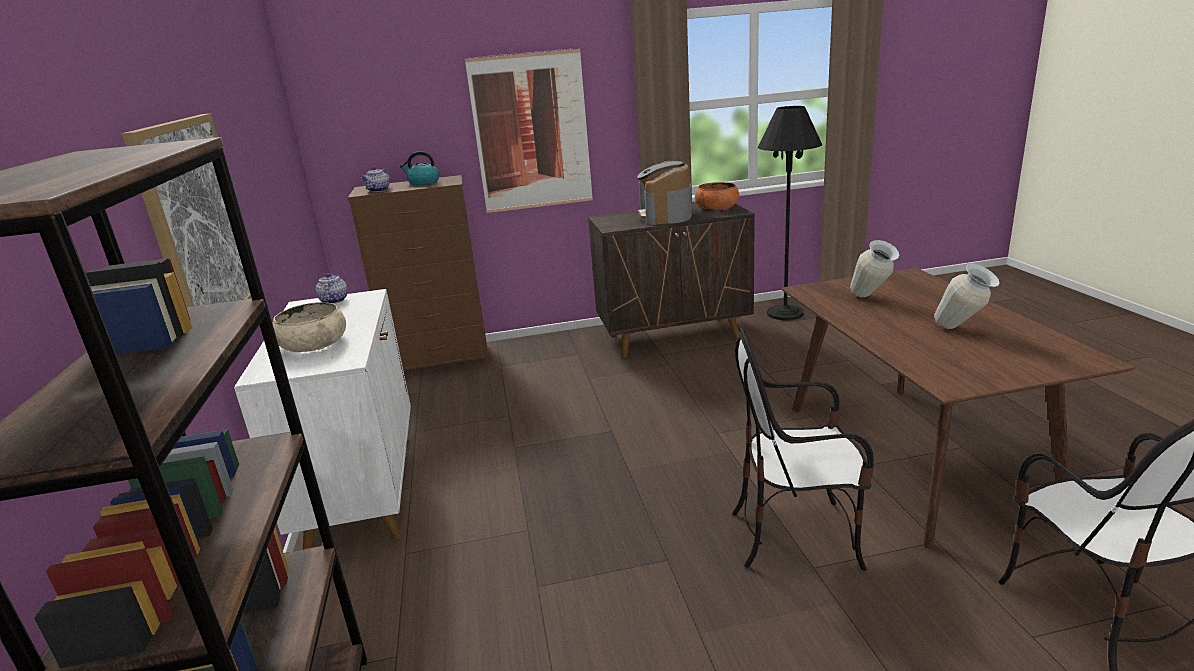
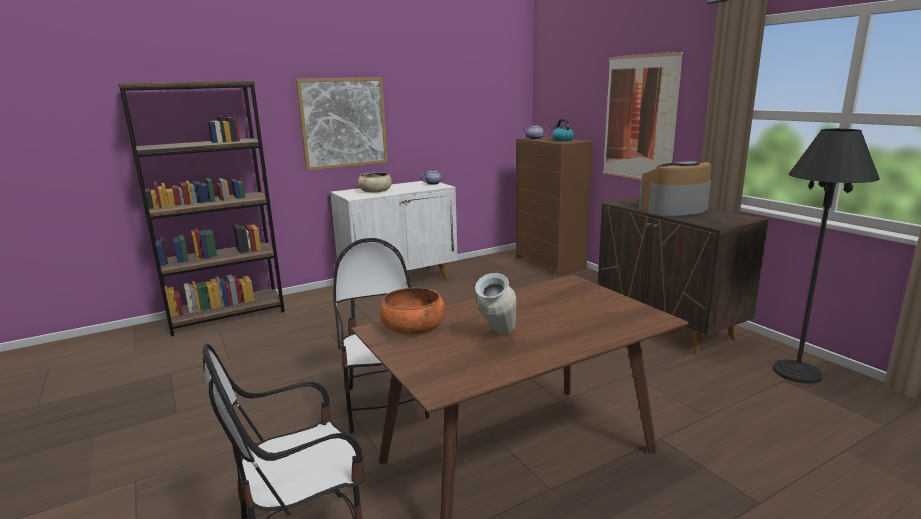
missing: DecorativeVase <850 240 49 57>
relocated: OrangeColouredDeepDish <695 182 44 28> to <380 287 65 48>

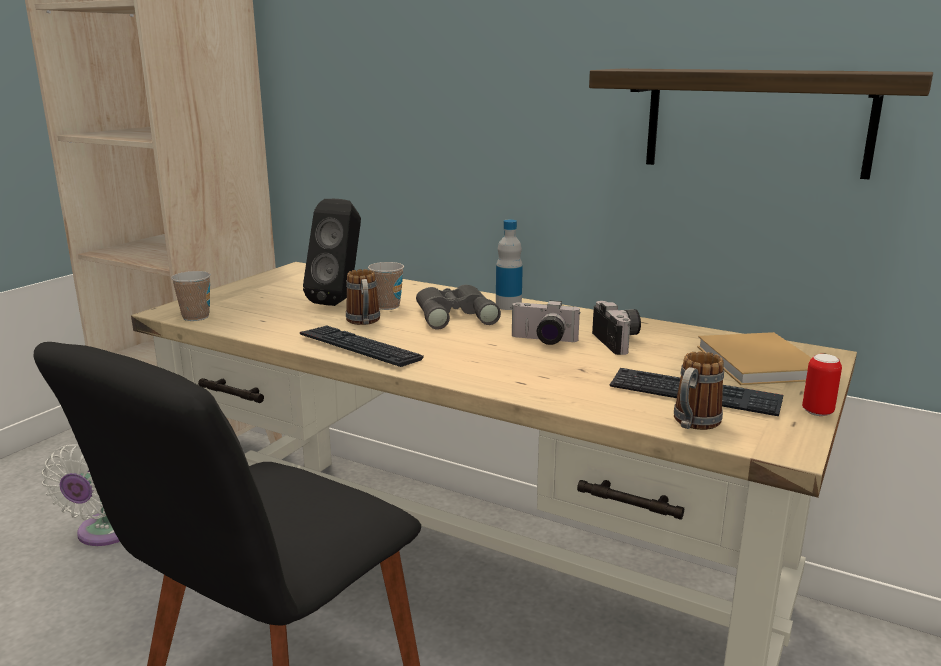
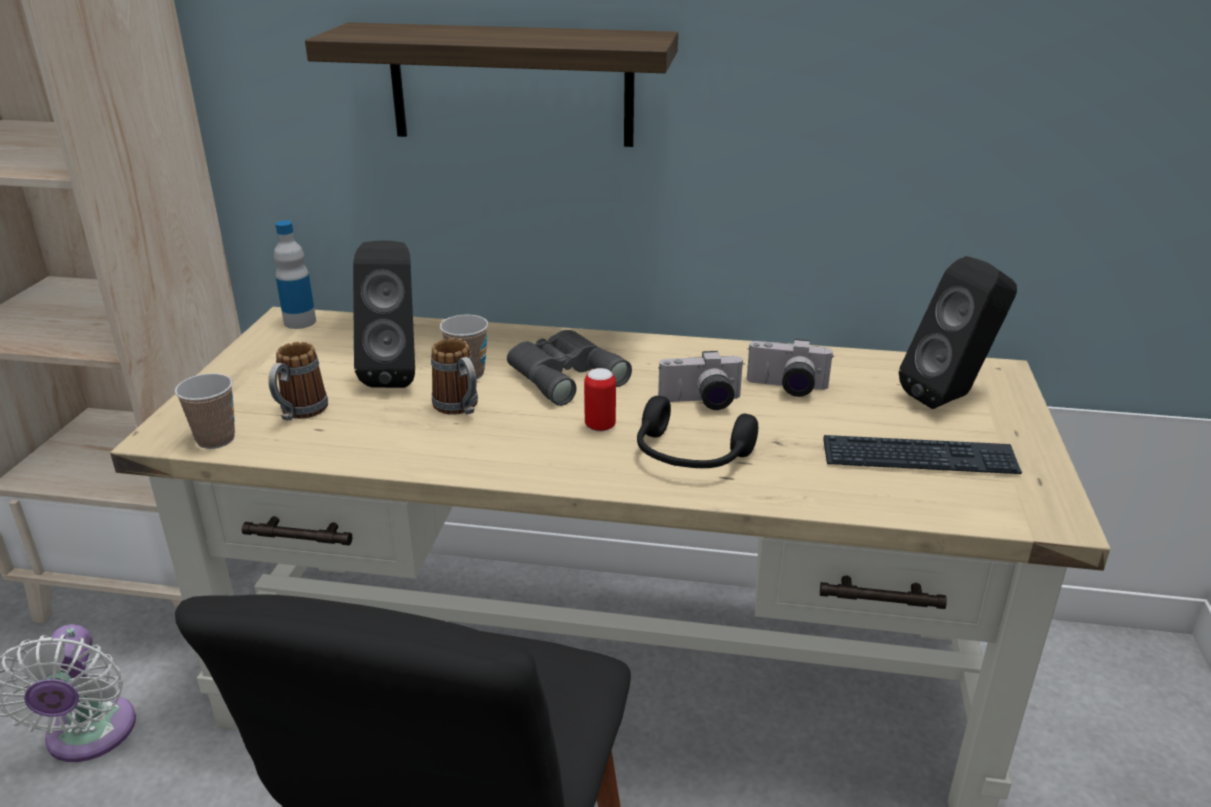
missing: Keyboard <300 326 124 41>
appeared: BlackishPairOfHeadphones <637 396 121 72>
relocated: Bottle <496 220 27 90> to <274 220 42 109>; WallShelf <589 69 344 110> to <305 22 373 125>; TeaMug <674 351 50 79> to <268 342 60 79>; Can <802 354 40 62> to <584 368 32 64>
exchanged: BeigeColouredBook <697 332 115 53> to BlackishSpeaker <899 256 118 153>
spun: PhotoCamera <592 301 49 54> = <747 339 87 58> 135 degrees clockwise

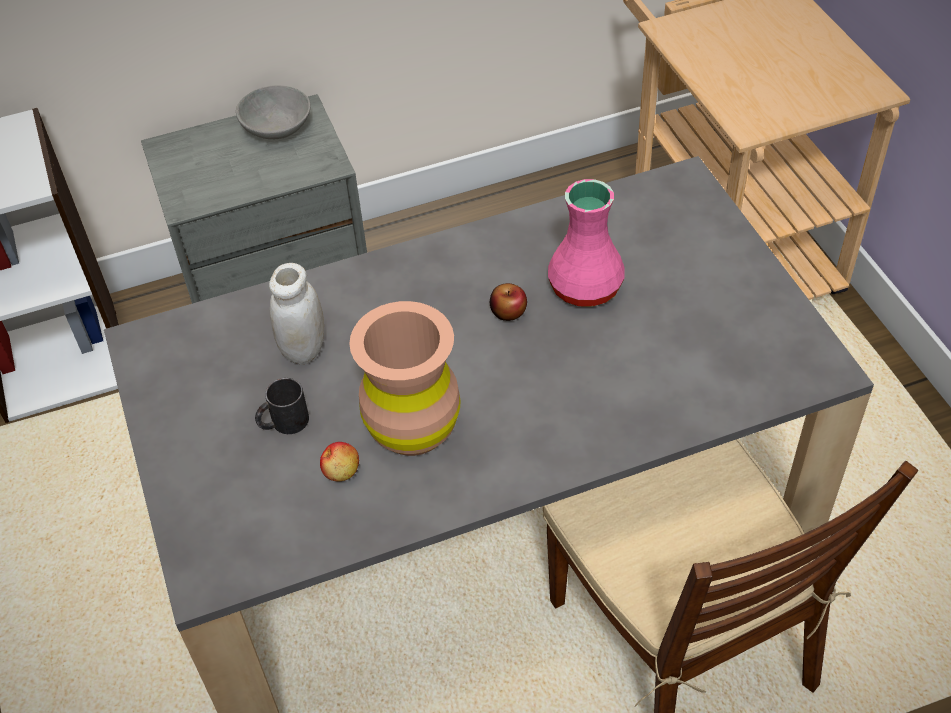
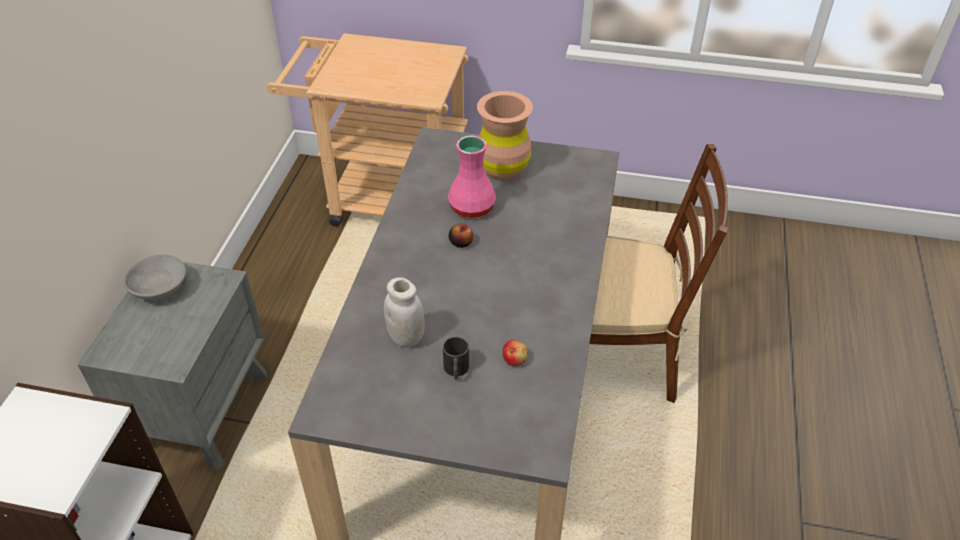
relocated: BrownColouredDecorativeVase <349 301 112 155> to <477 91 56 90>

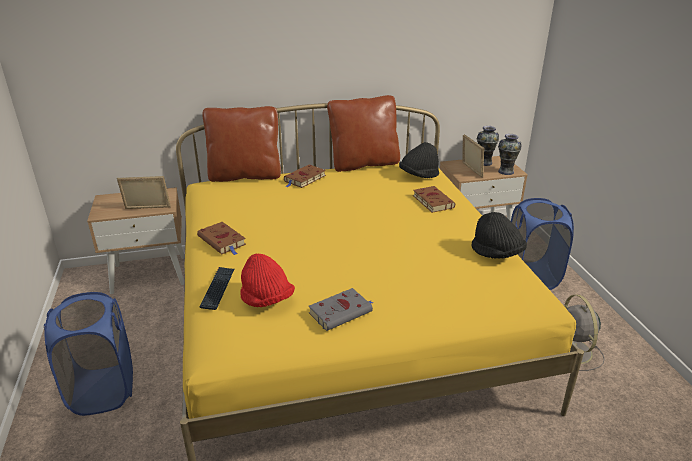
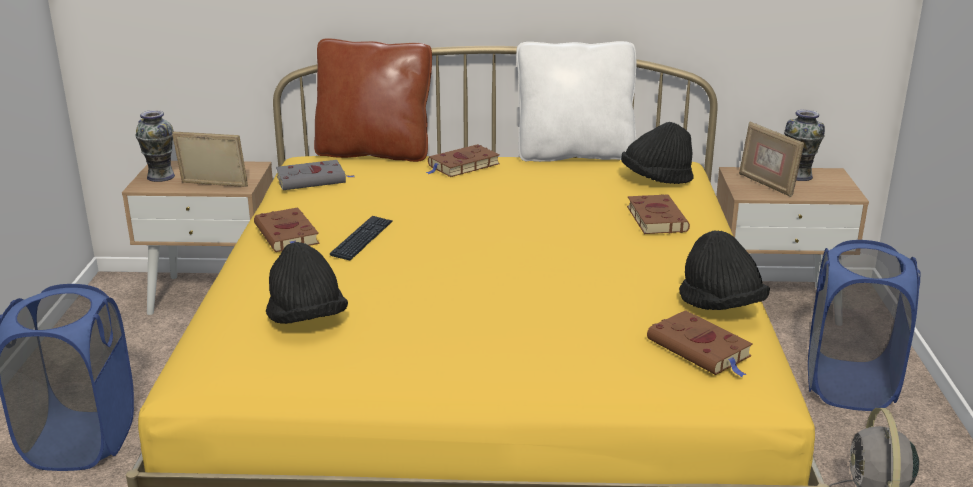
appeared: BrownColouredBook <647 310 106 67>
relocated: Keyboard <200 267 34 43> to <330 216 63 44>; GreyishBook <308 288 66 43> to <276 160 78 30>; DecorativeVase <498 134 24 41> to <135 110 40 72>
colour: RedWearableHat <240 254 55 53> to BlackishWearableHat <266 242 82 82>; BrownColouredThrowPillow <327 95 73 77> to WhiteColouredThrowPillow <516 41 121 121>
spun: PictureFrame <462 134 22 44> = <739 122 65 75> 150 degrees clockwise

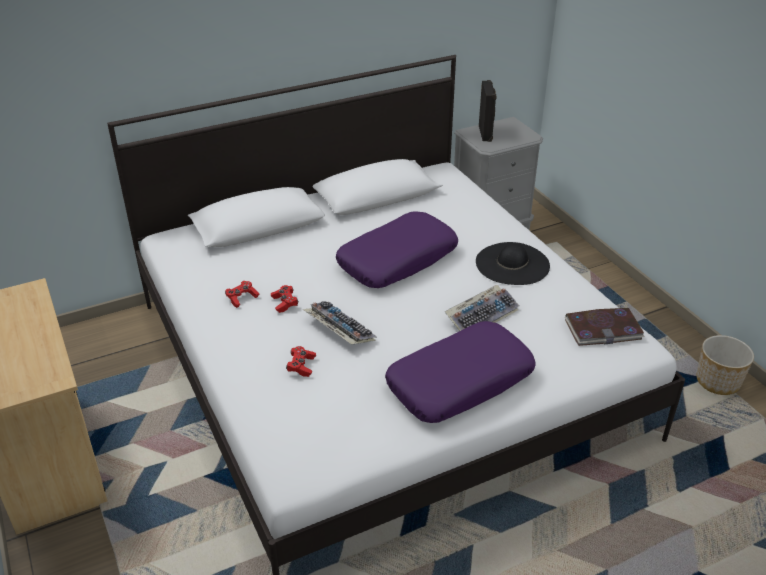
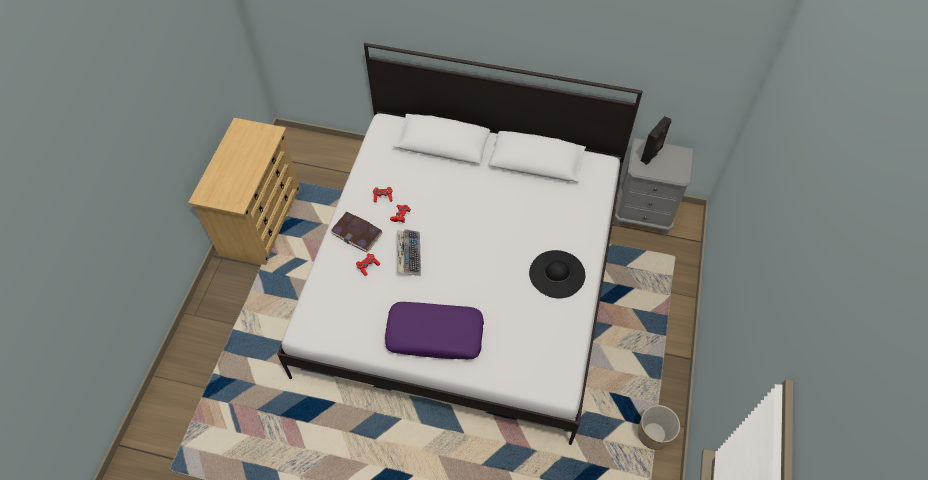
missing: PurpleThrowPillow <336 211 122 77>; Keyboard <445 285 74 46>
relocated: Book <565 308 80 38> to <331 212 52 41>

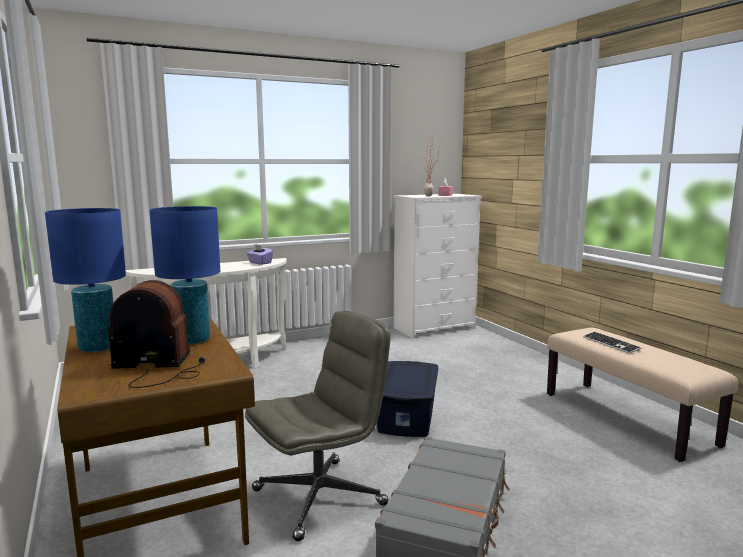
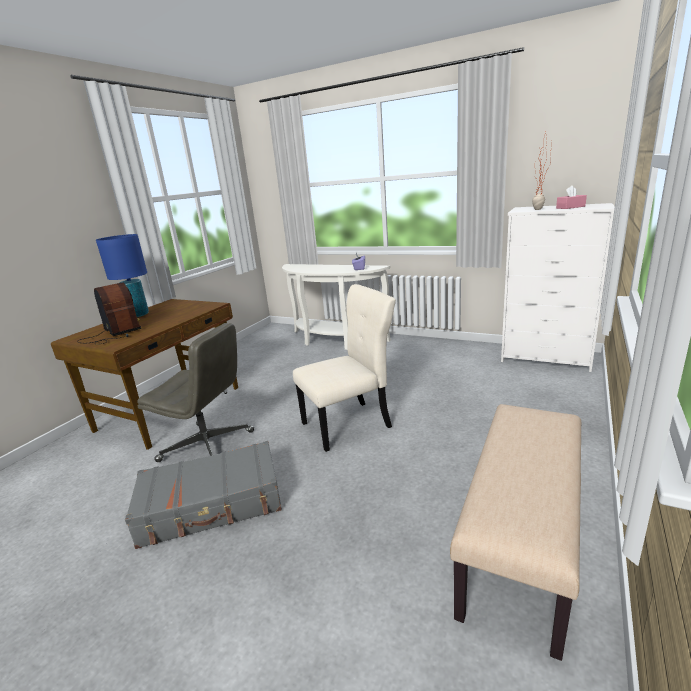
missing: BluishTableLamp <149 206 71 138>; Keyboard <583 332 59 22>
exchanged: BluishStorageBox <377 361 61 76> to BeigeColouredUprightChair <293 284 103 168>

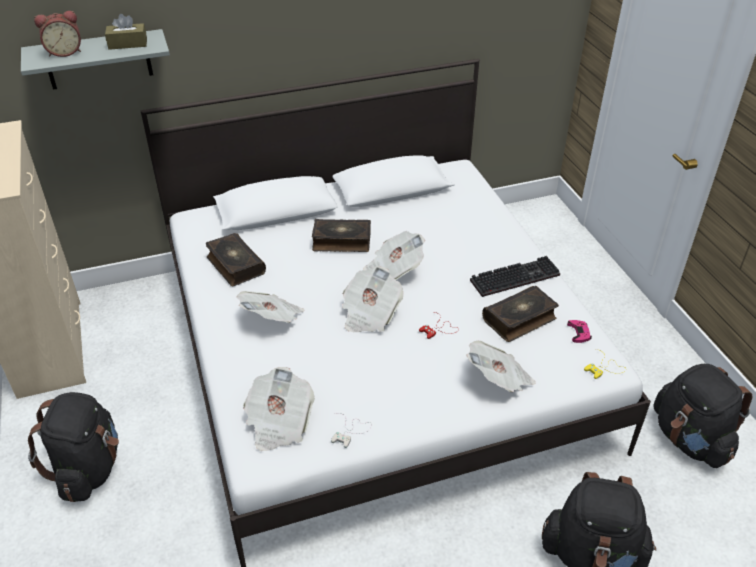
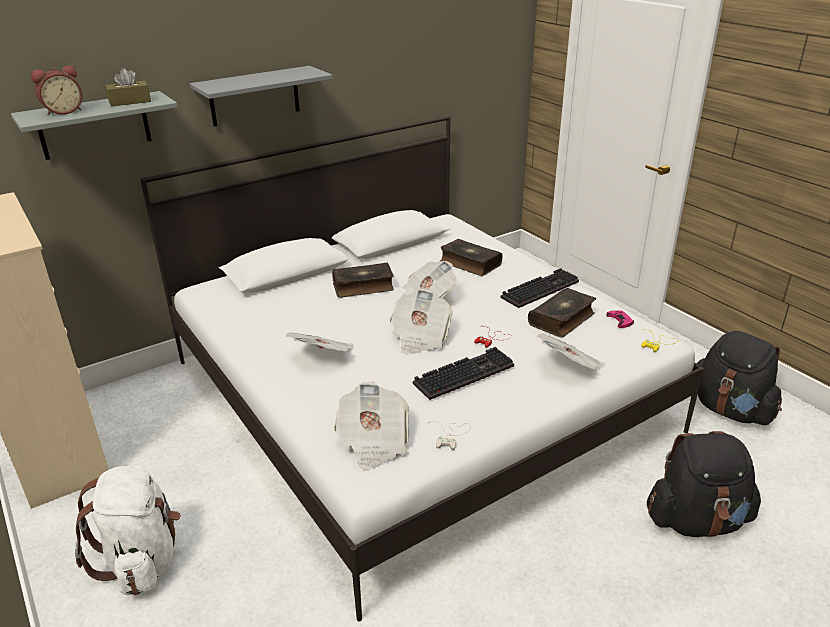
appeared: GreyishWallShelf <190 66 143 60>; Keyboard <413 347 101 53>
relocated: Book <206 233 60 53> to <440 239 63 37>
colour: BlackishRucksack <28 392 91 110> to WhiteColouredRucksack <75 466 106 129>

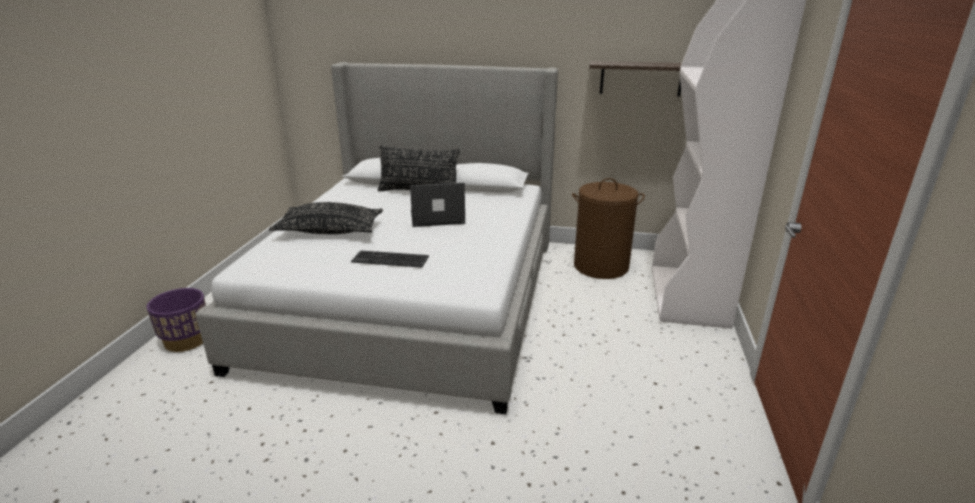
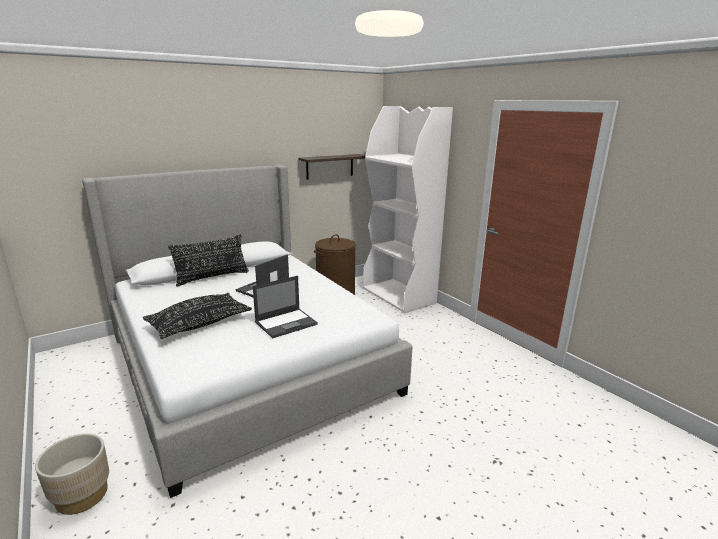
exchanged: Keyboard <351 250 78 18> to NotebookComputer <253 276 65 63>
colour: PurplePlanter <147 288 59 64> to BeigeColouredPlanter <35 433 74 82>

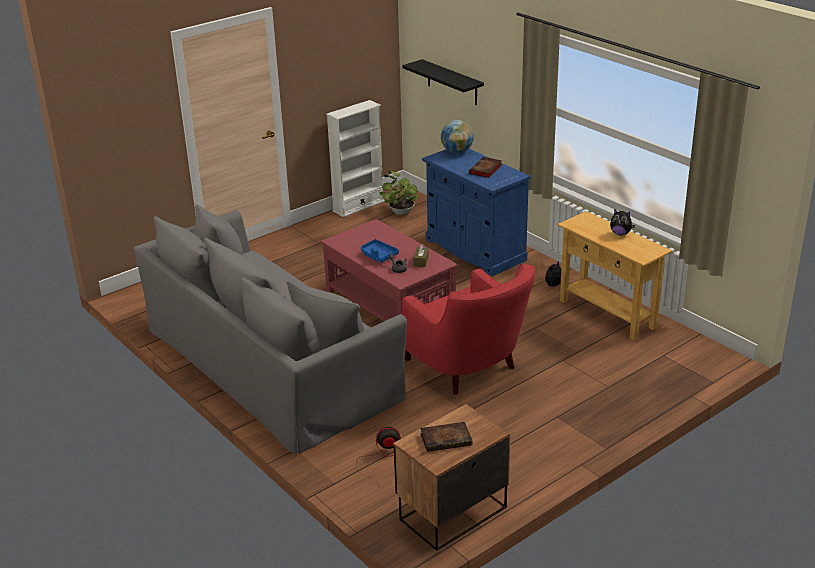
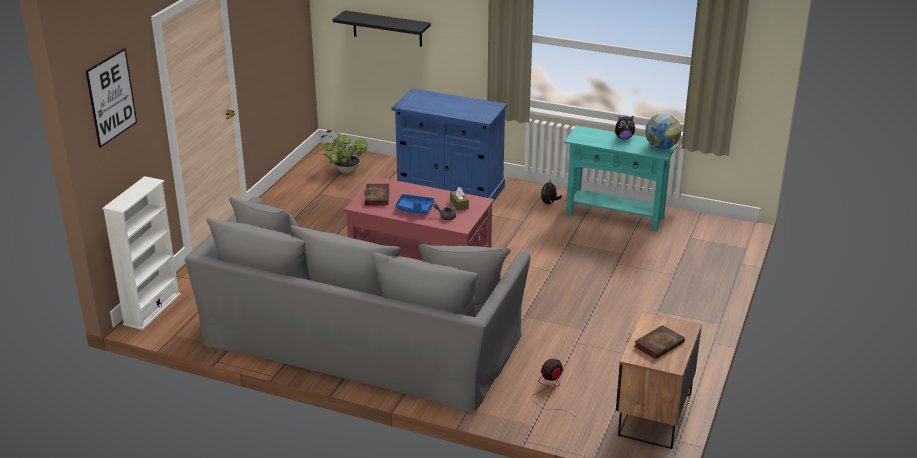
missing: RedLoungeChair <399 264 136 131>
appeared: WallArt <86 48 51 100>
relocated: WhiteColouredShelvingUnit <326 100 59 117> to <102 176 79 154>; WorldGlobe <441 120 33 34> to <645 113 36 36>; Book <469 157 33 21> to <365 184 24 21>
colour: BeigeColouredNarrowTable <557 211 115 130> to TurquoiseNarrowTable <564 125 114 107>

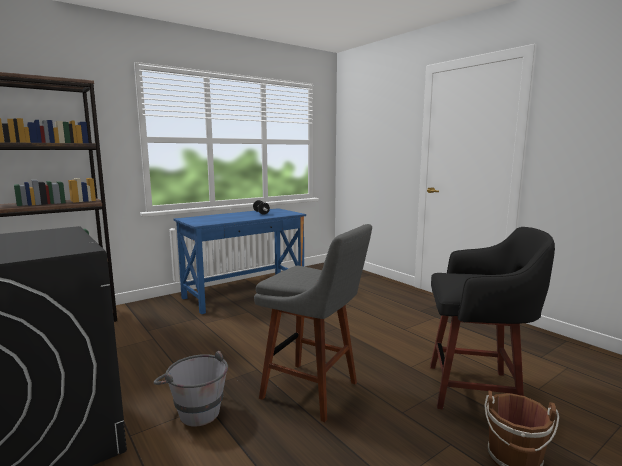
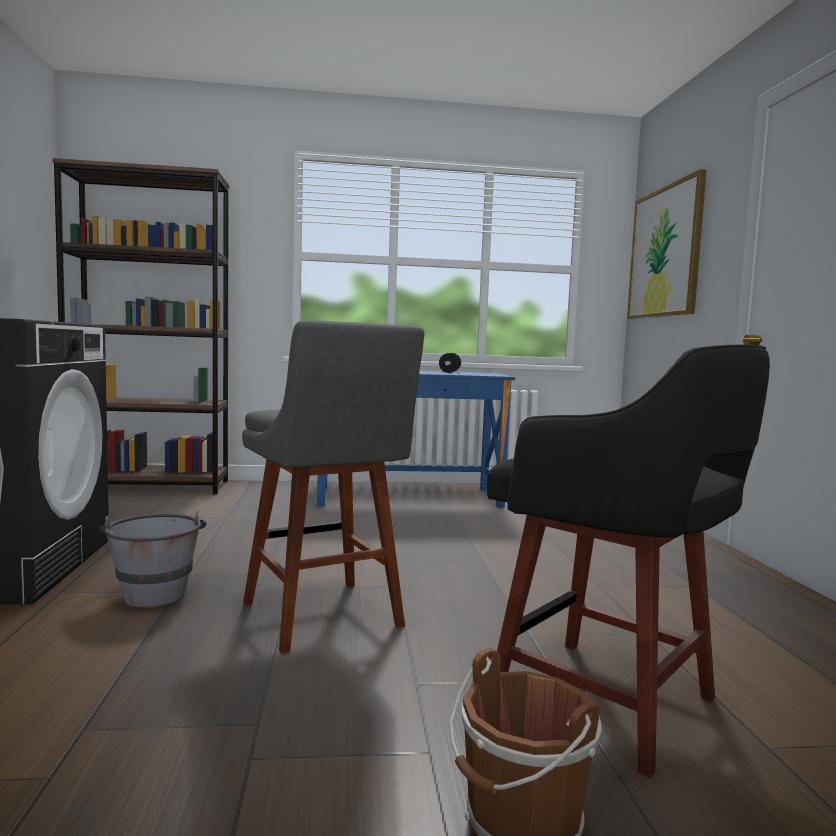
appeared: WallArt <627 169 80 150>

